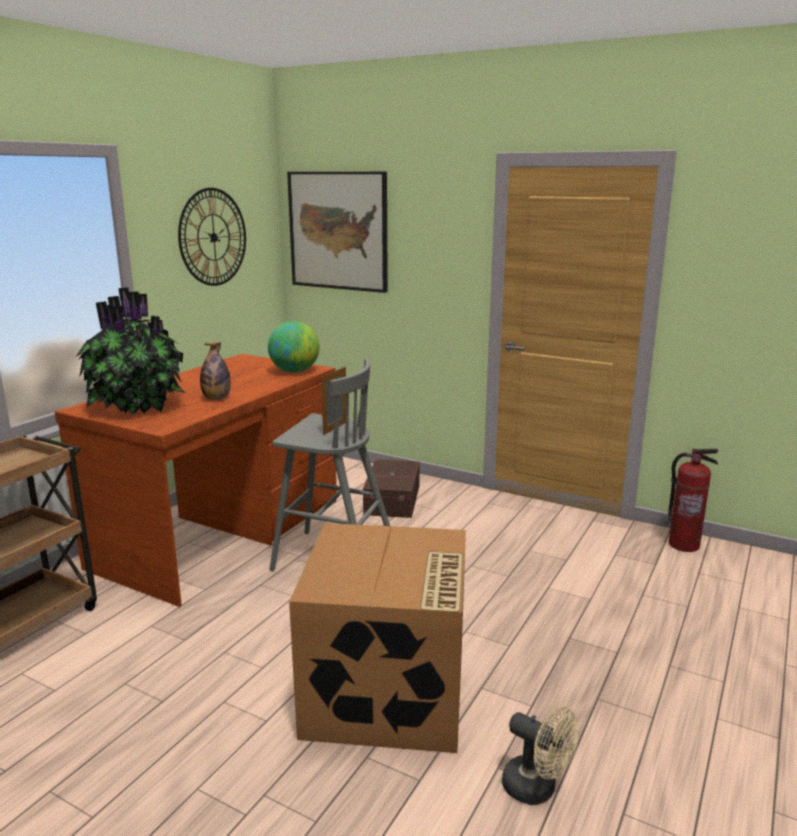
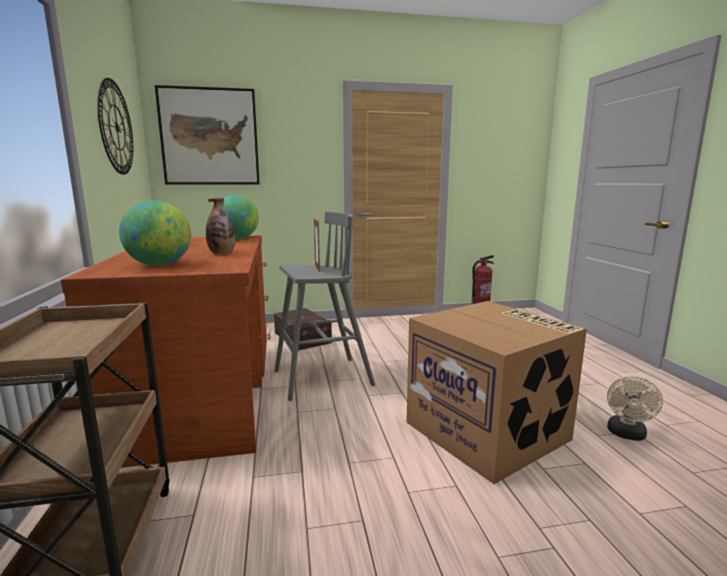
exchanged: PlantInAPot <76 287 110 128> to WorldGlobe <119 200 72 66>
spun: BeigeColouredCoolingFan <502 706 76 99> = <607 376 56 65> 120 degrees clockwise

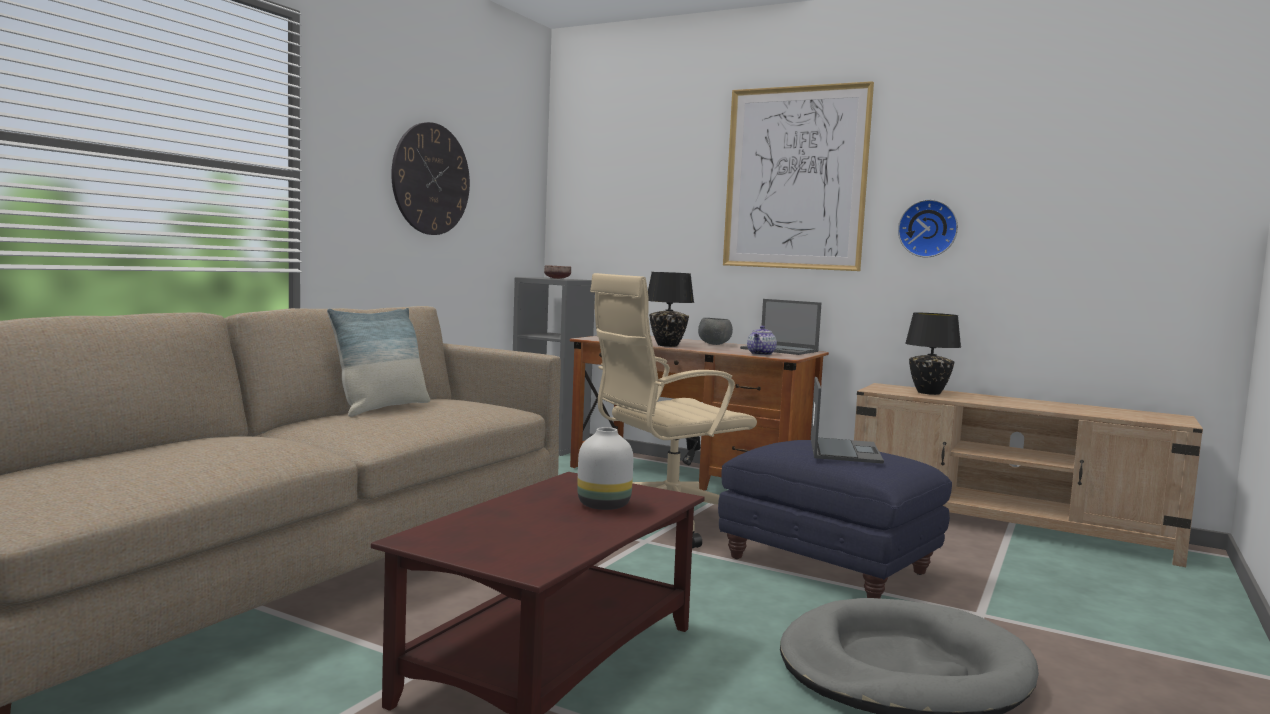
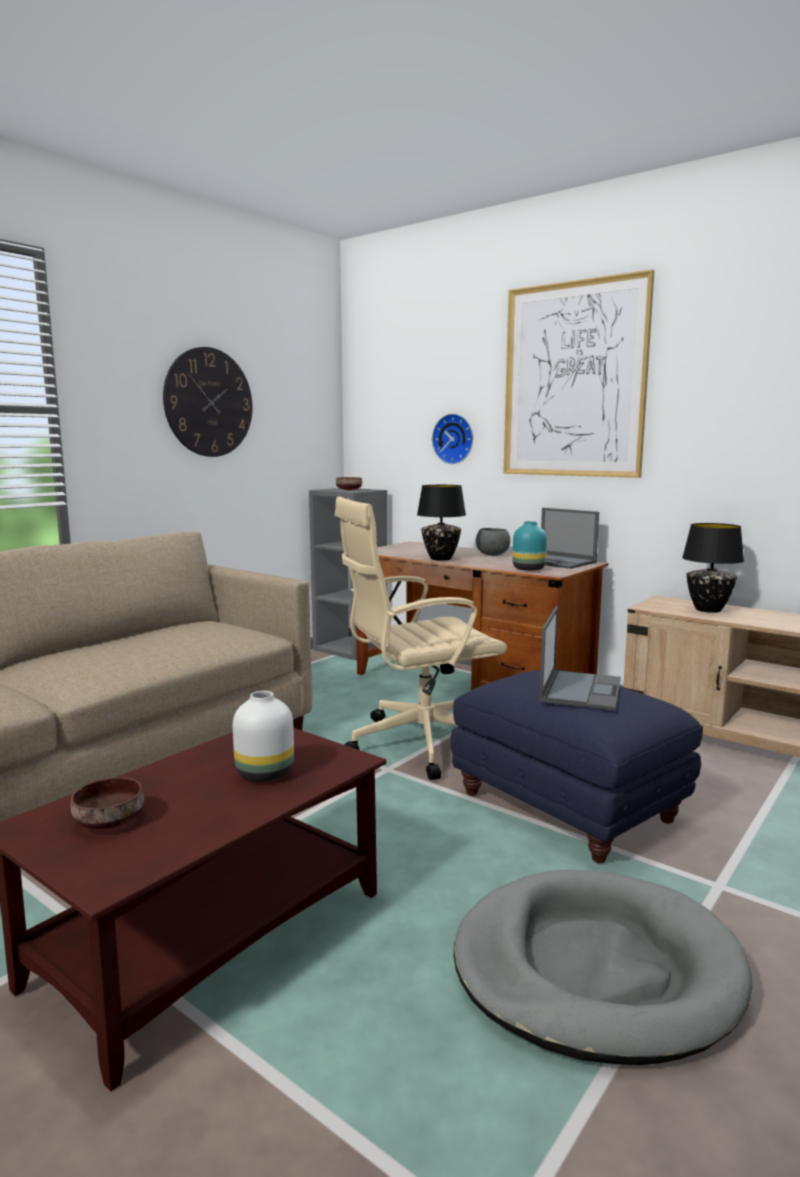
missing: ThrowPillow <327 308 103 109>
appeared: BrownColouredDeepDish <71 777 73 52>
relocated: HangingClock <898 199 60 58> to <432 414 41 50>
exchanged: PotForTea <747 326 30 29> to TurquoiseDecorativeVase <512 521 35 49>

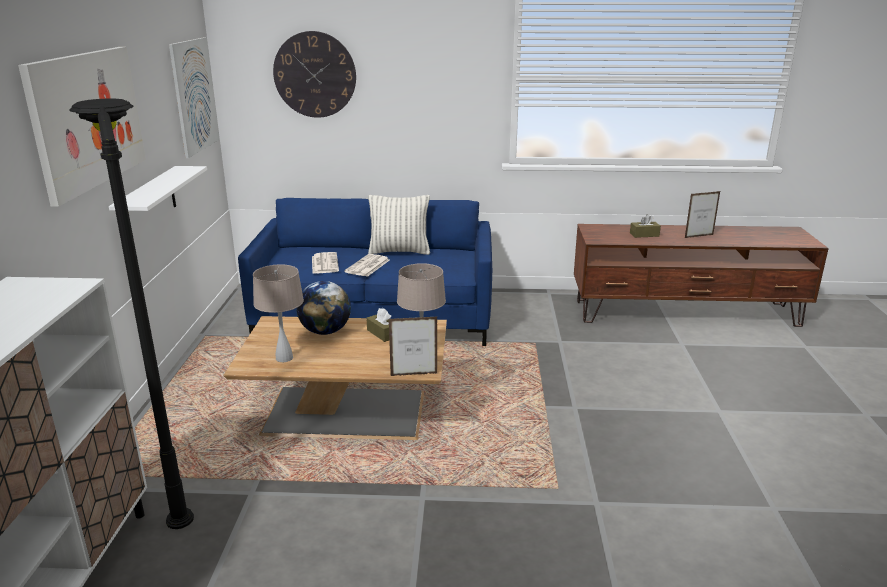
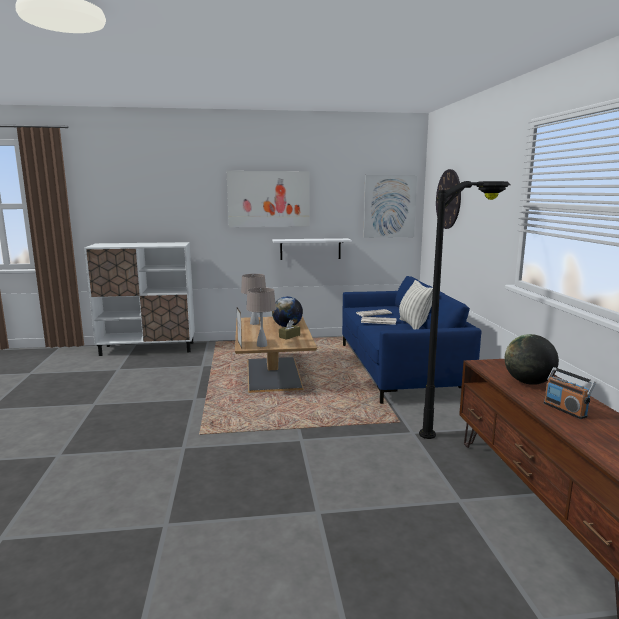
relocated: BlackishStandardLamp <69 98 125 431> to <419 181 91 258>
exchanged: BrownColouredTissueBox <630 214 31 24> to WorldGlobe <505 334 54 51>; PictureFrame <685 191 35 47> to Radio <544 367 52 52>

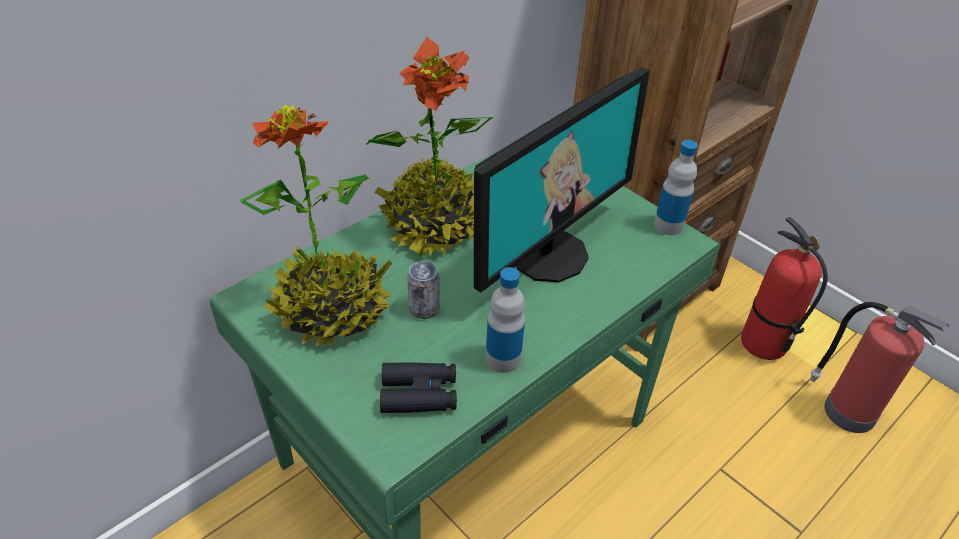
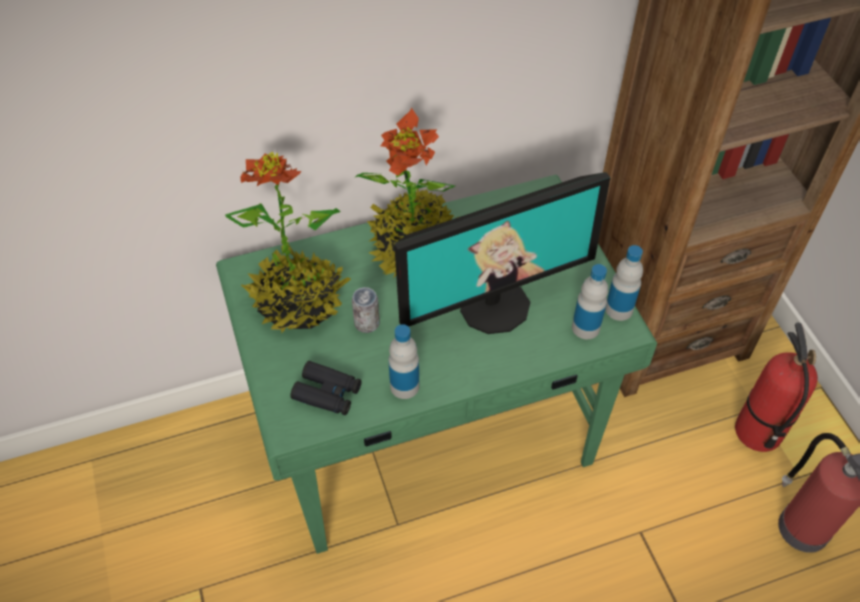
appeared: Bottle <572 264 36 75>

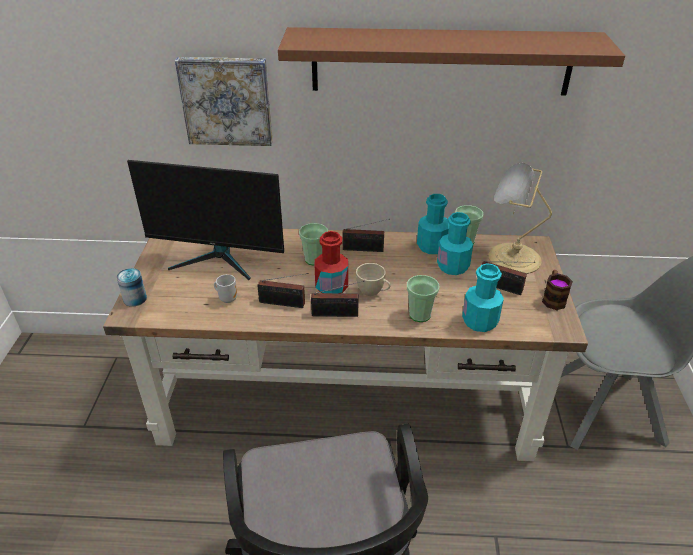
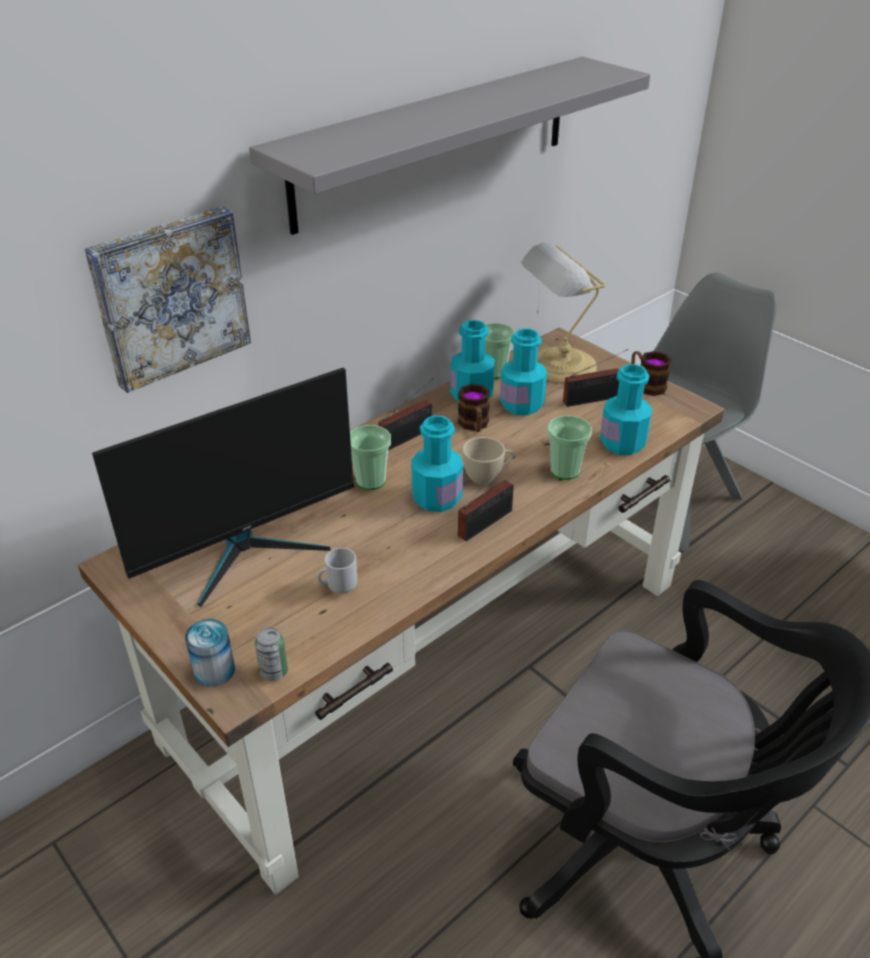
missing: Radio <257 273 52 35>
appeared: Can <255 627 33 54>; TeaMug <458 384 32 48>
colour: BrownColouredWallShelf <278 27 347 69> to GreyishWallShelf <249 57 401 178>; RedBottle <315 231 33 62> to TurquoiseBottle <411 415 52 97>

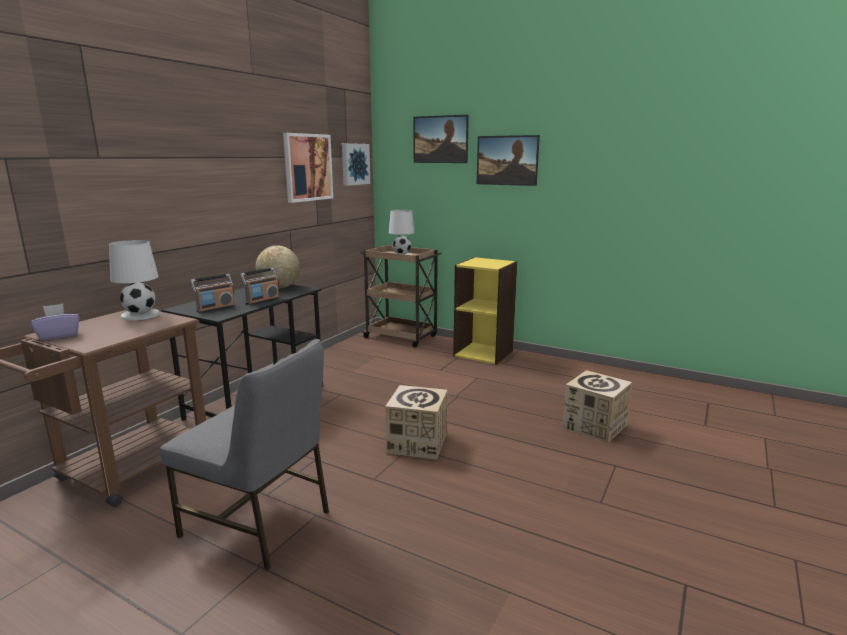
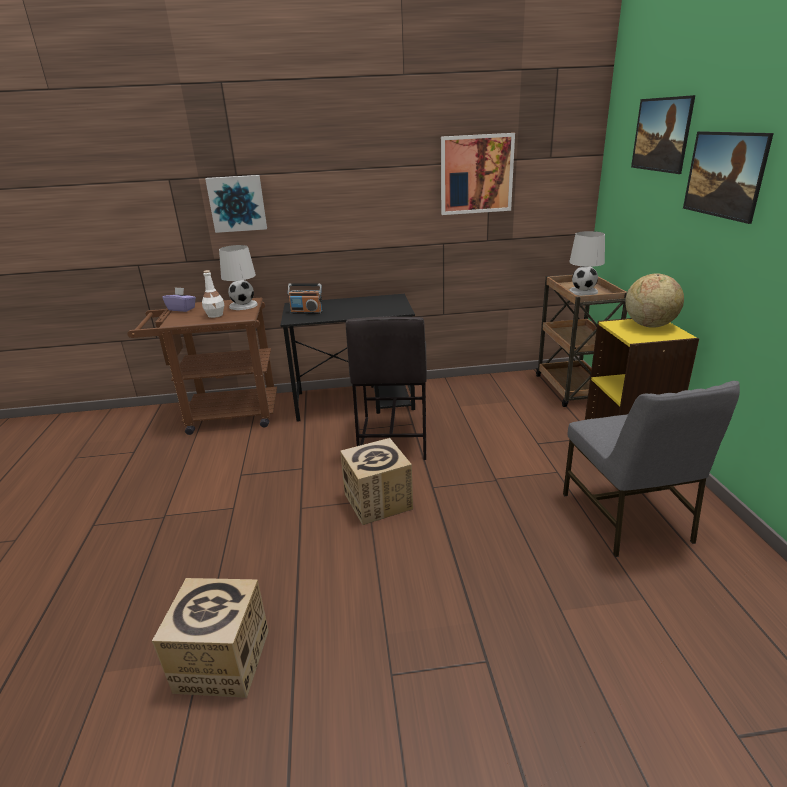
missing: Radio <241 268 39 37>
appeared: WhiteColouredBottle <202 270 22 48>; GreyishSittingStool <346 317 81 143>
relocated: GreyishUprightChair <160 339 169 231> to <563 381 177 176>; WorldGlobe <256 245 44 43> to <625 273 59 55>; WallArt <342 143 28 43> to <205 175 62 58>; PackingBox <562 370 70 73> to <152 578 117 120>

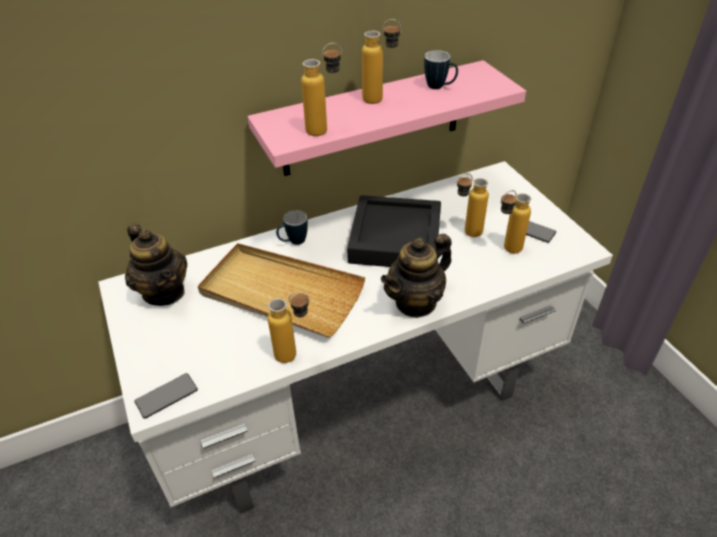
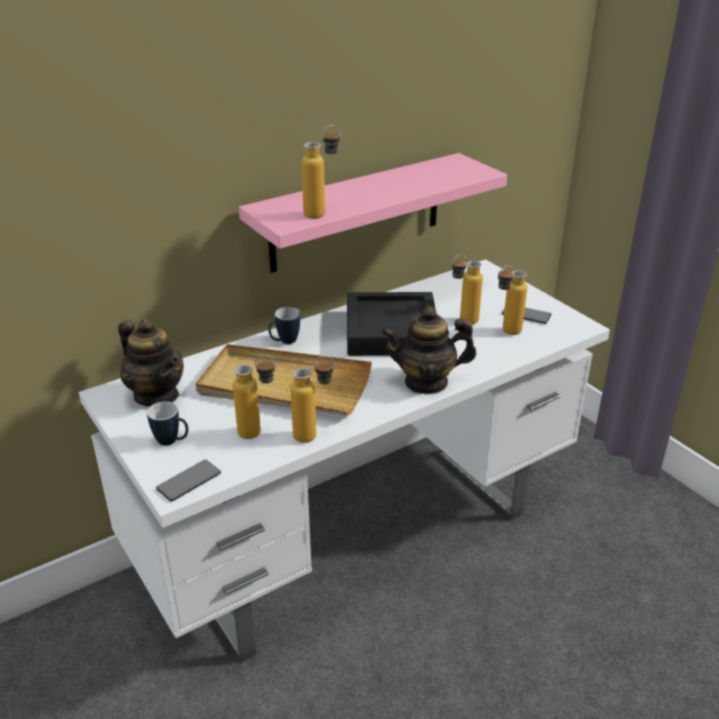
relocated: Bottle <362 19 40 85> to <233 355 43 84>; TeaMug <424 50 34 39> to <147 401 41 45>
spun: PotForTea <381 233 71 85> = <381 306 95 88> 45 degrees clockwise

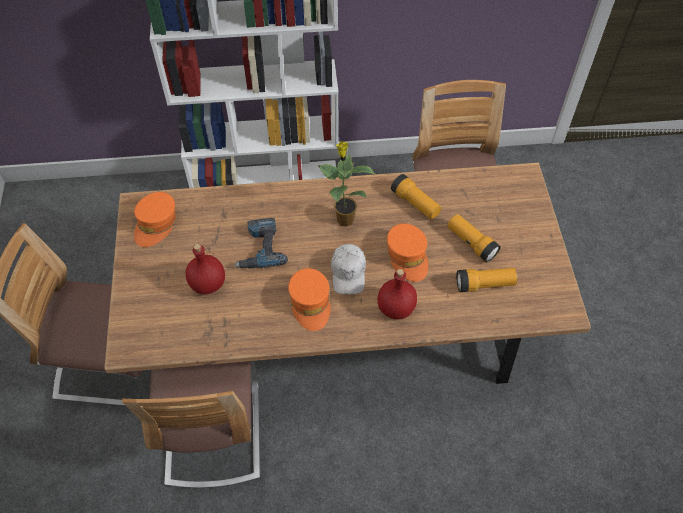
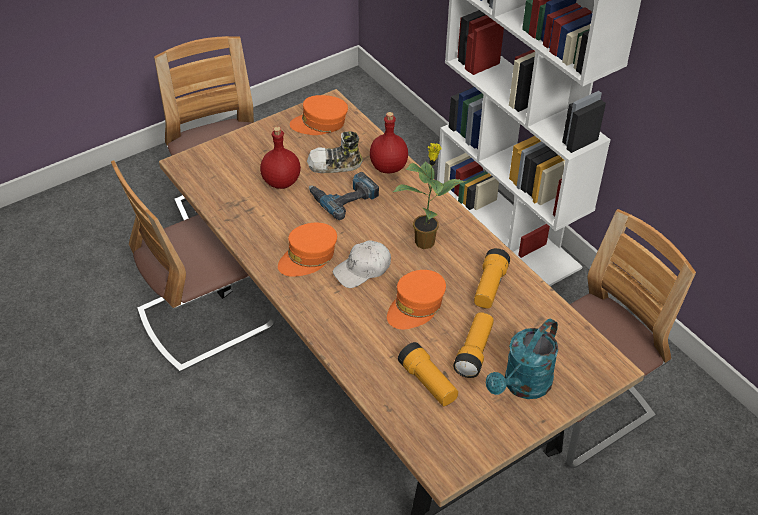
appeared: Shoe <307 131 56 42>; TurquoiseSprinklingCan <486 318 73 81>
relocated: RedBottle <377 269 40 50> to <370 112 38 61>

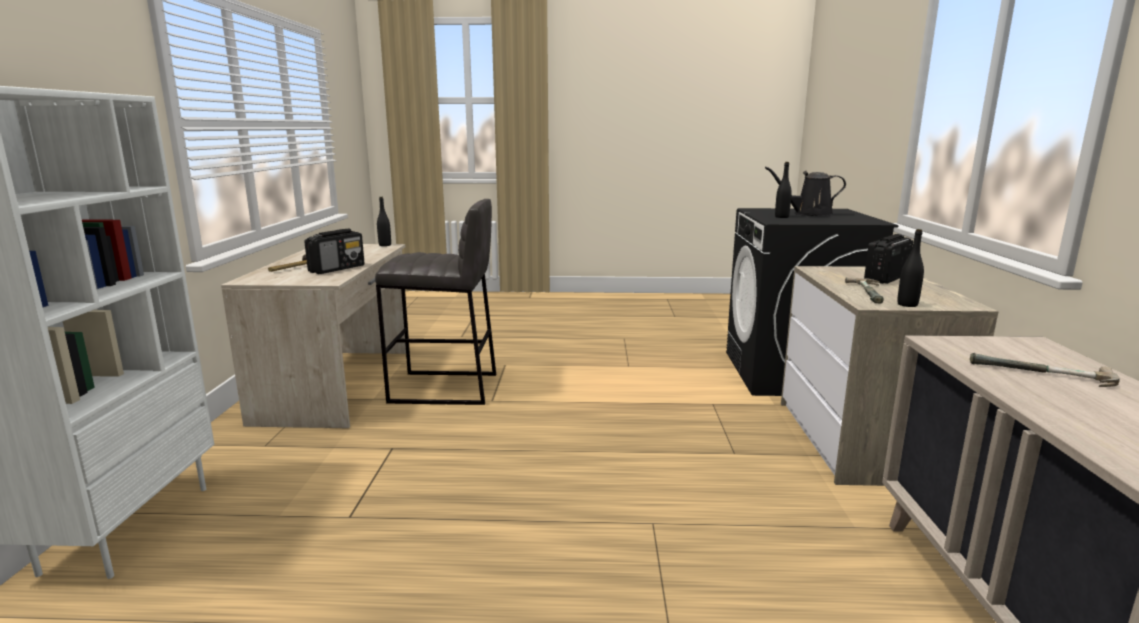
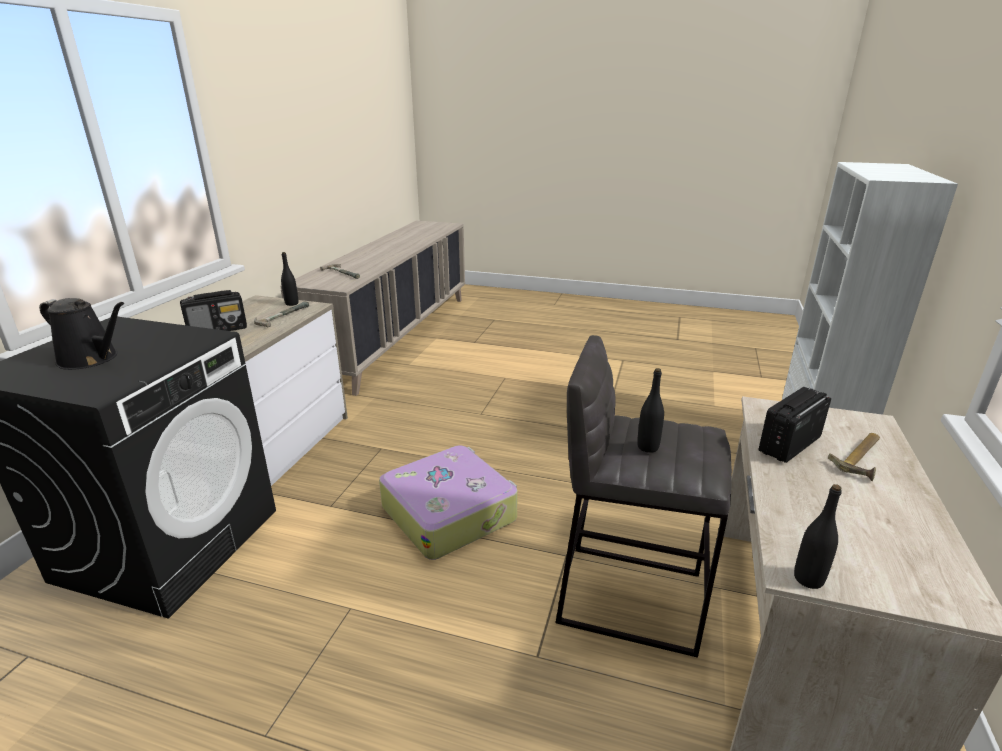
appeared: TravelCase <379 446 139 114>
relocated: BlackishBottle <775 162 17 56> to <637 368 27 85>

